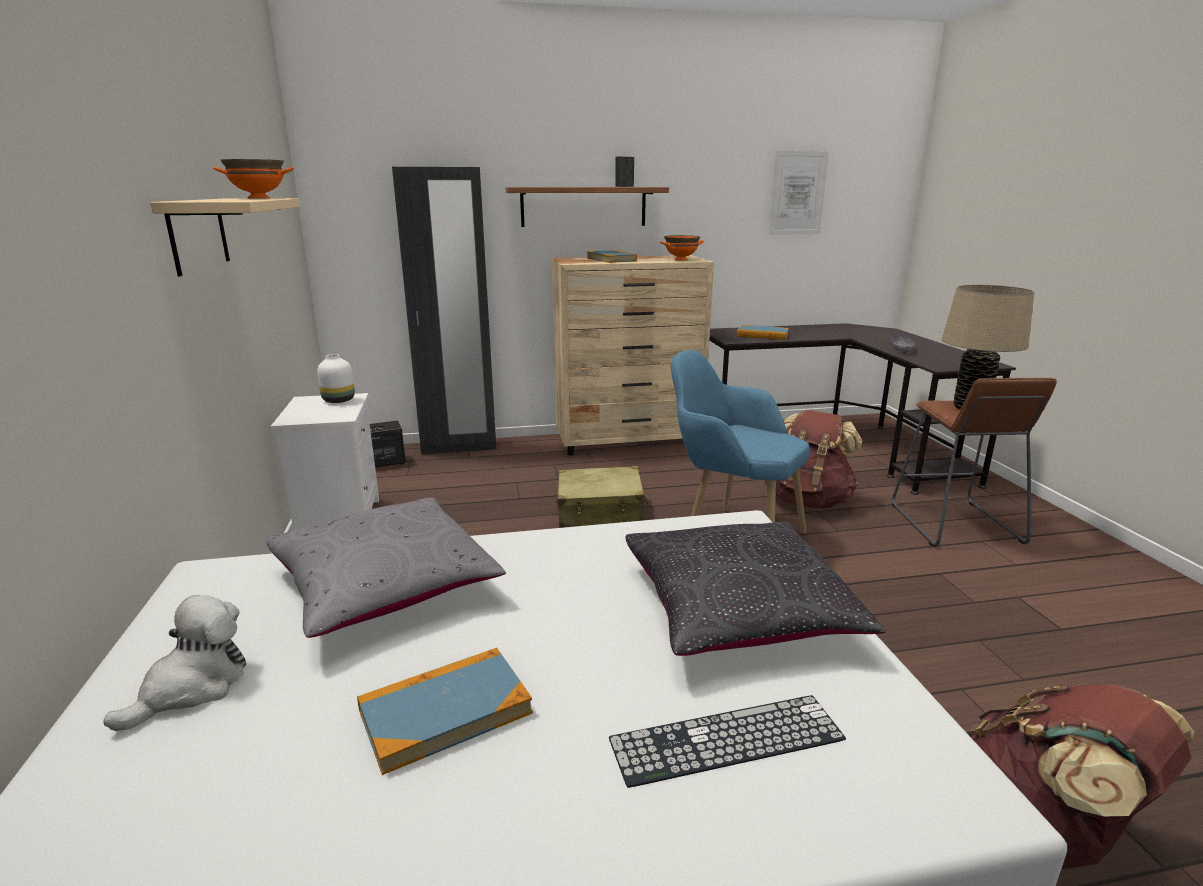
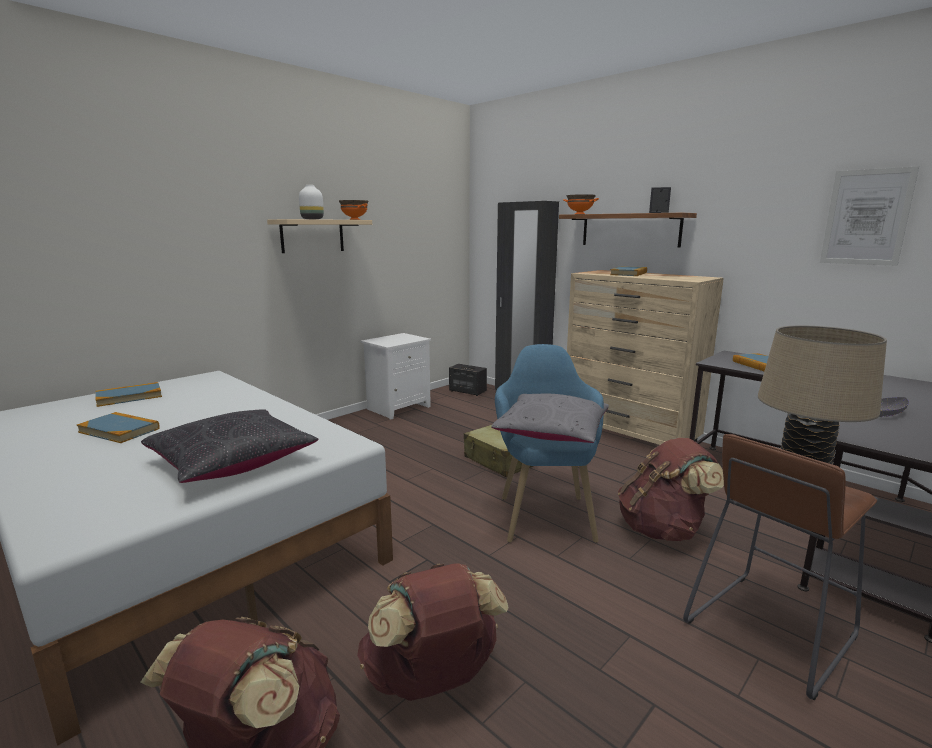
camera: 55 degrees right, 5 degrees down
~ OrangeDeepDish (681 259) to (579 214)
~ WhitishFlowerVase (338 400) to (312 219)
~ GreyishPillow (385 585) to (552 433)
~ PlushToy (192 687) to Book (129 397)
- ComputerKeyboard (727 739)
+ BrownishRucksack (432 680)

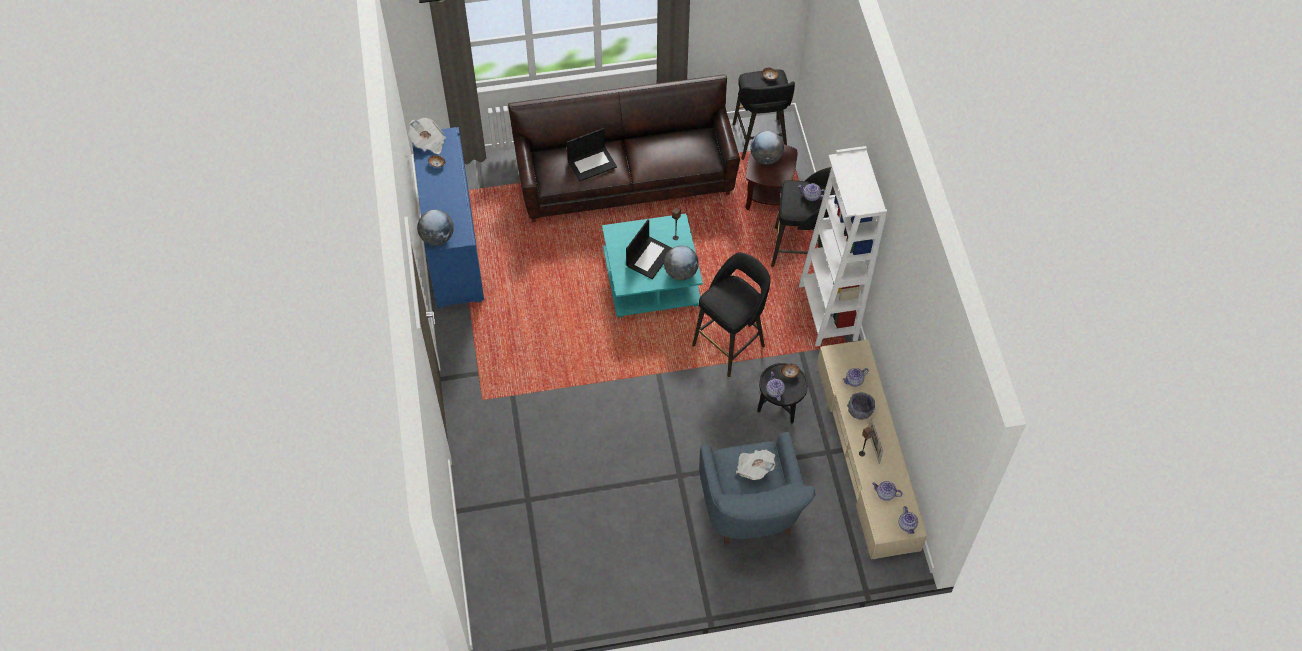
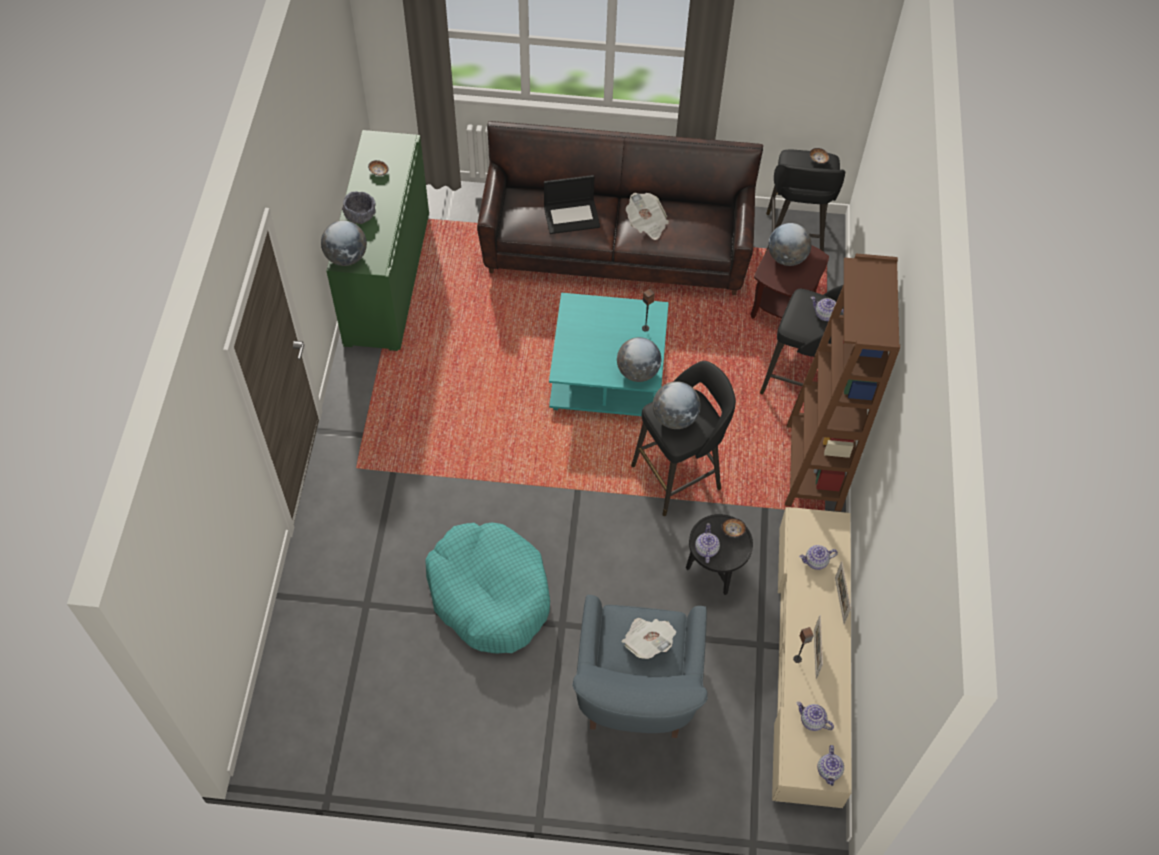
camera: 15 degrees right, 0 degrees up
~ PrintedPaper (428 142) to (646 224)
~ BlueStorageCabinet (453 246) to GreenStorageCabinet (387 278)
~ WhitishBookcase (827 313) to BrownishBookcase (813 467)
- Laptop (649 257)
~ GreyishDeepDish (860 410) to (360 215)
+ Globe (674 418)
+ TurquoiseColouredDogCushion (489 594)
+ StandingFrame (839 600)

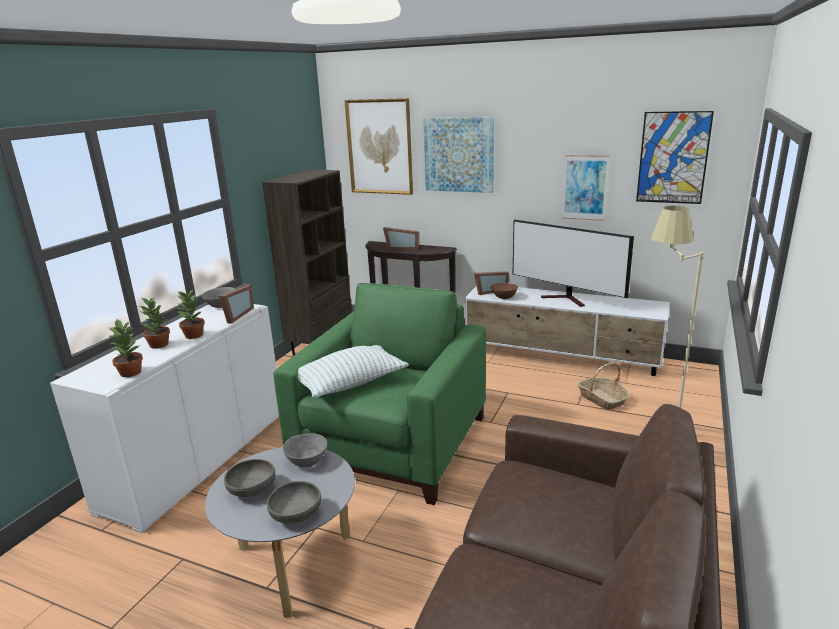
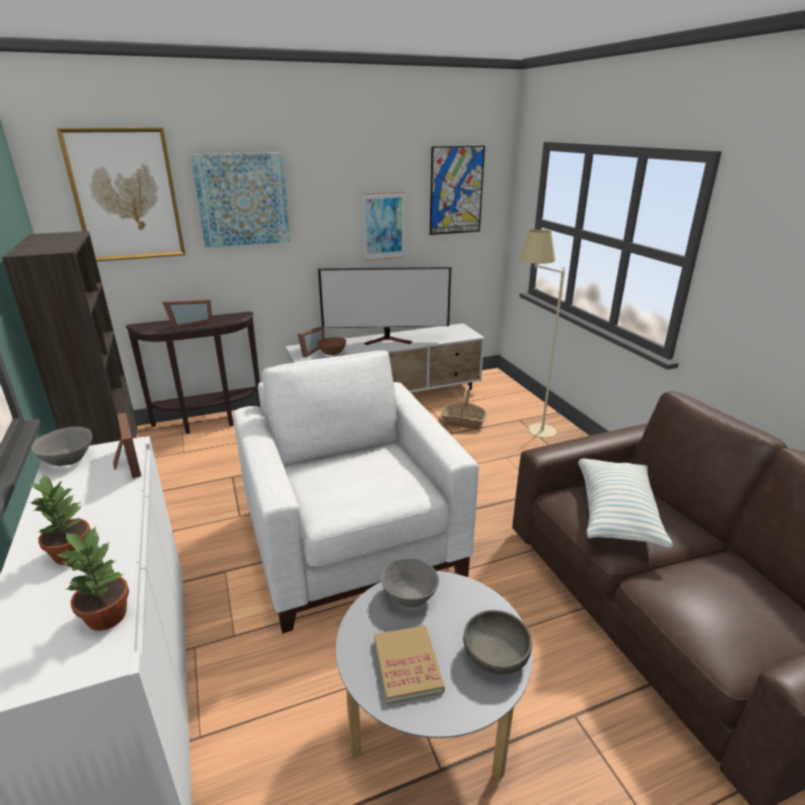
camera: 45 degrees left, 5 degrees up
~ GreenEasyChair (392 444) to WhitishEasyChair (353 543)
- PlantInAPot (193 335)
~ Pillow (350 383) to (616 514)
~ GreyishDeepDish (252 489) to Book (407 665)

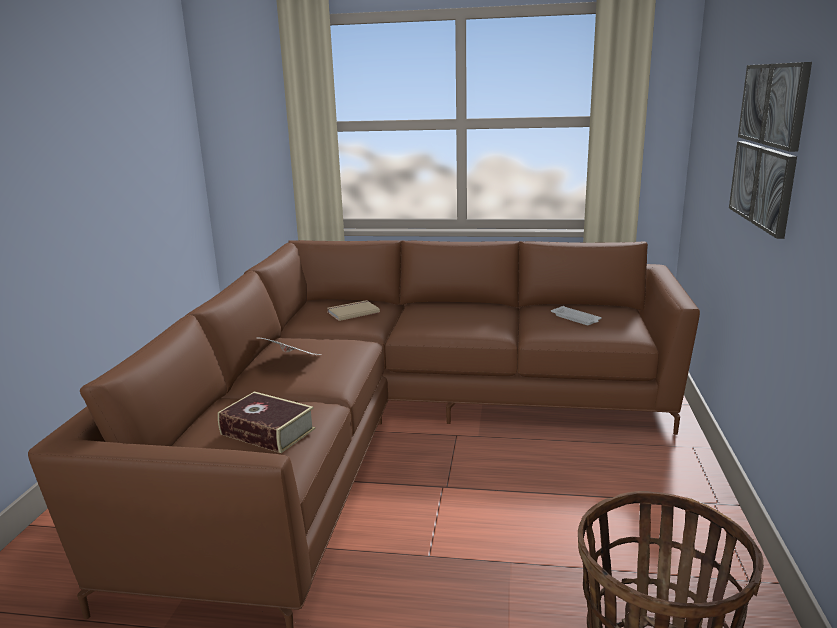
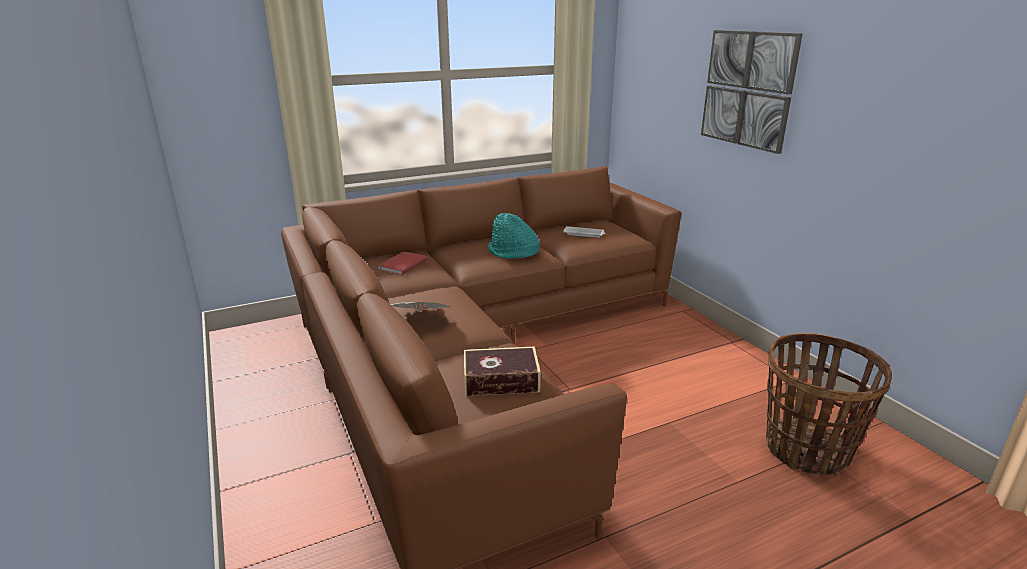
camera: 35 degrees left, 5 degrees up
~ SandColouredBook (352 312) to RedColouredBook (401 264)
+ TurquoiseColouredWearableHat (513 252)

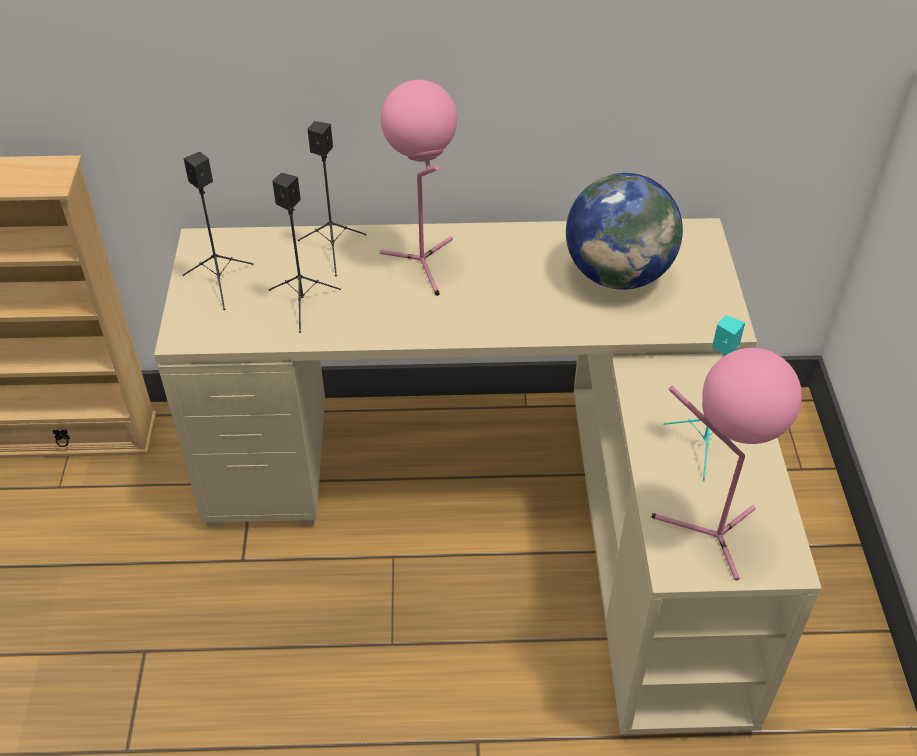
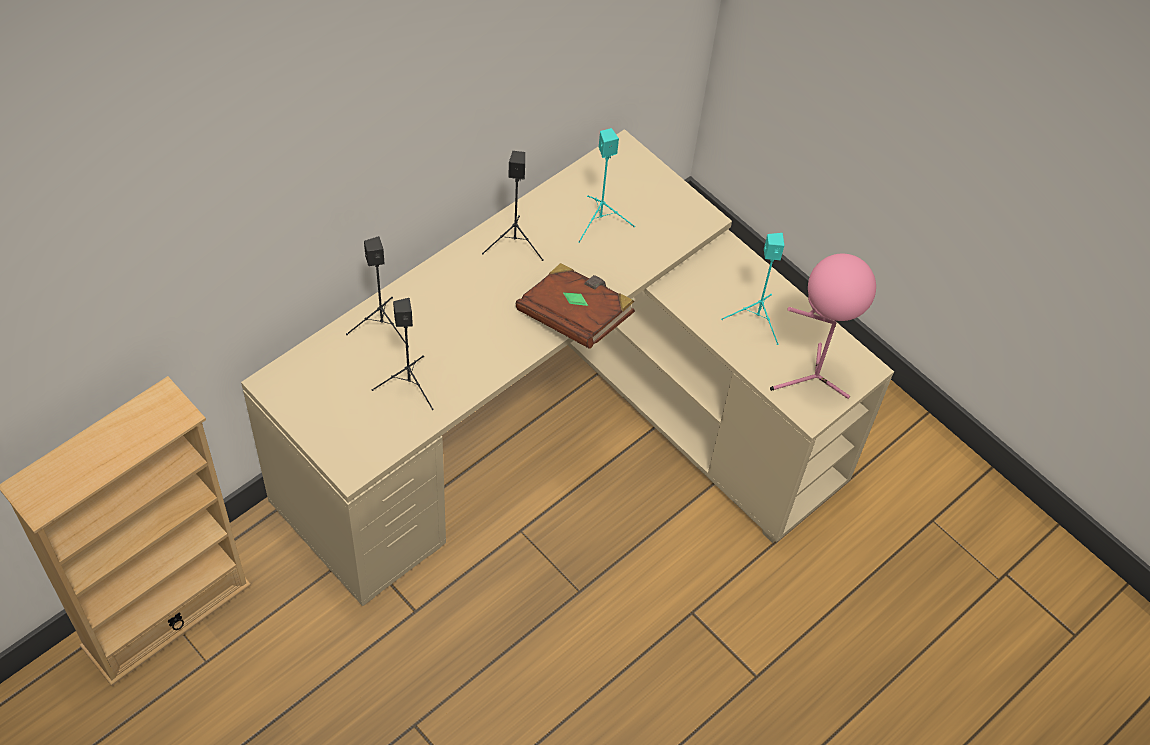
camera: 45 degrees left, 10 degrees up
- PinkishLampForATable (424 264)
~ BlackLoudspeaker (220 283) to (515 243)
~ Globe (618 274) to TurquoiseColouredLoudspeaker (601 221)
+ BrownishBook (575 317)

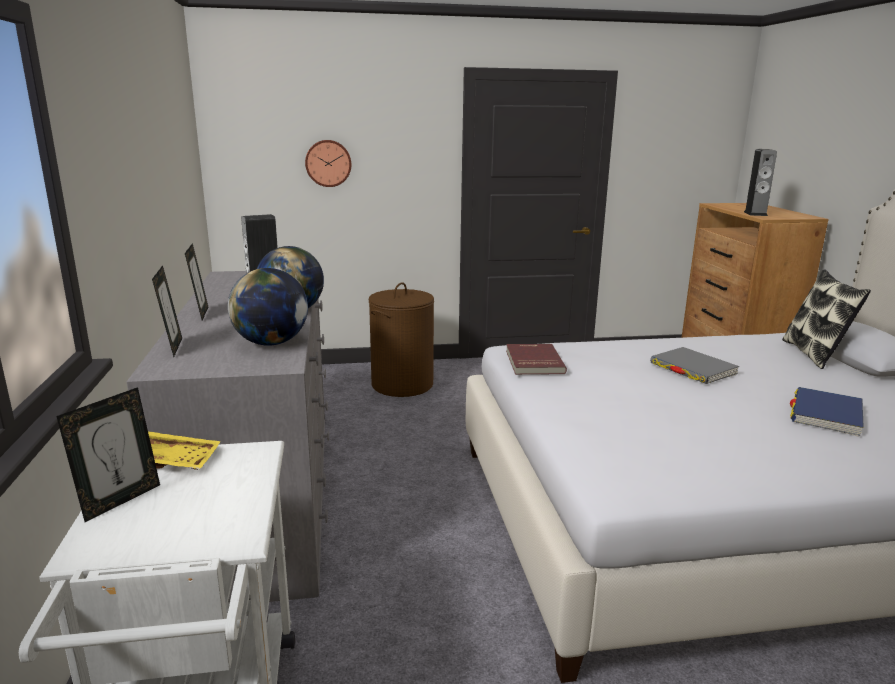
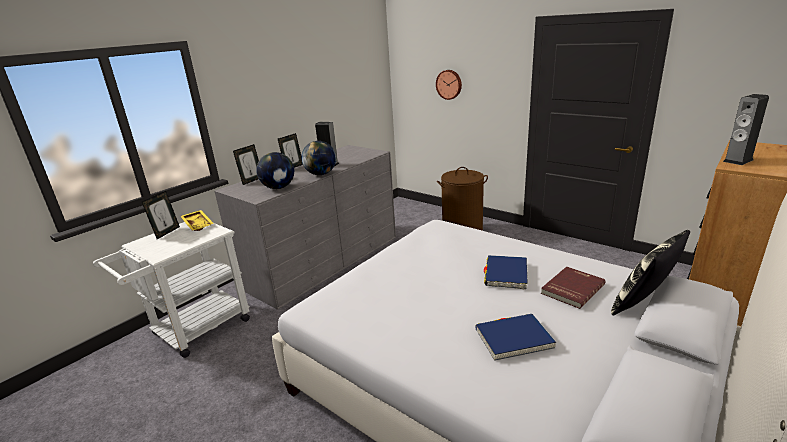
camera: 50 degrees right, 5 degrees up
~ RedColouredBook (533 362) to (571 288)
~ GreyishBook (692 369) to BlueBook (506 274)
~ StandingFrame (120 500) = (166 232) 60 degrees counterclockwise

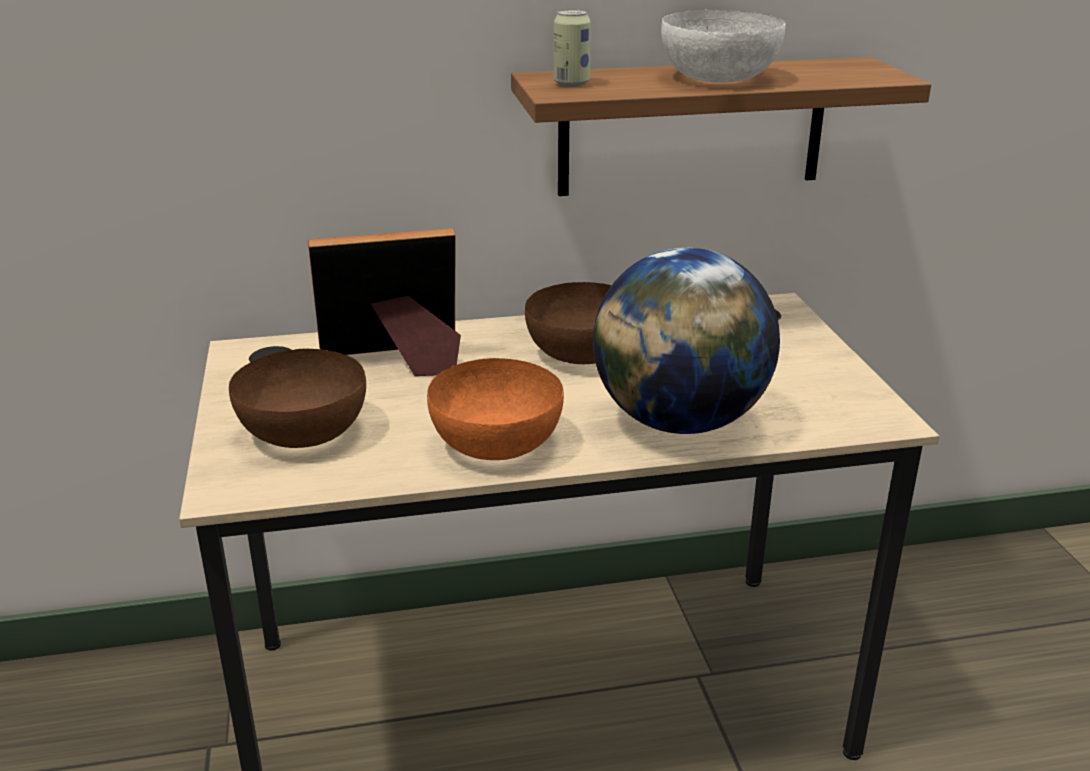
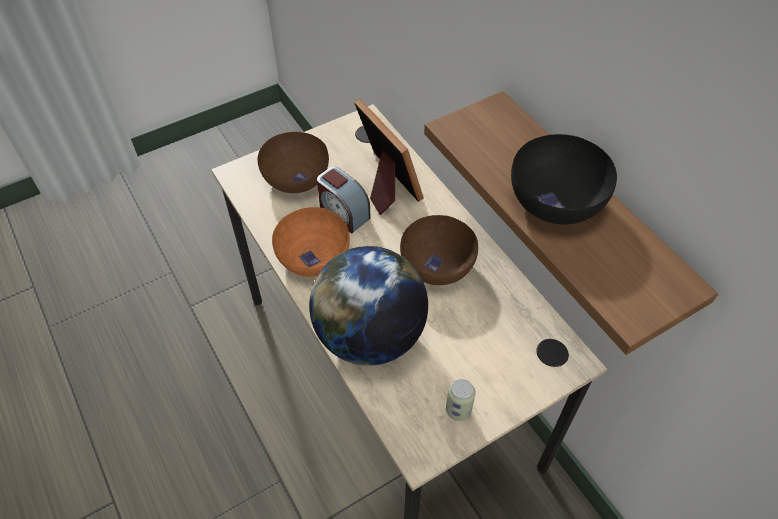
camera: 70 degrees right, 25 degrees up
~ WhitishDeepDish (720 77) to BlackDeepDish (556 202)
~ Can (571 83) to (458 410)
+ BedsideClock (343 213)

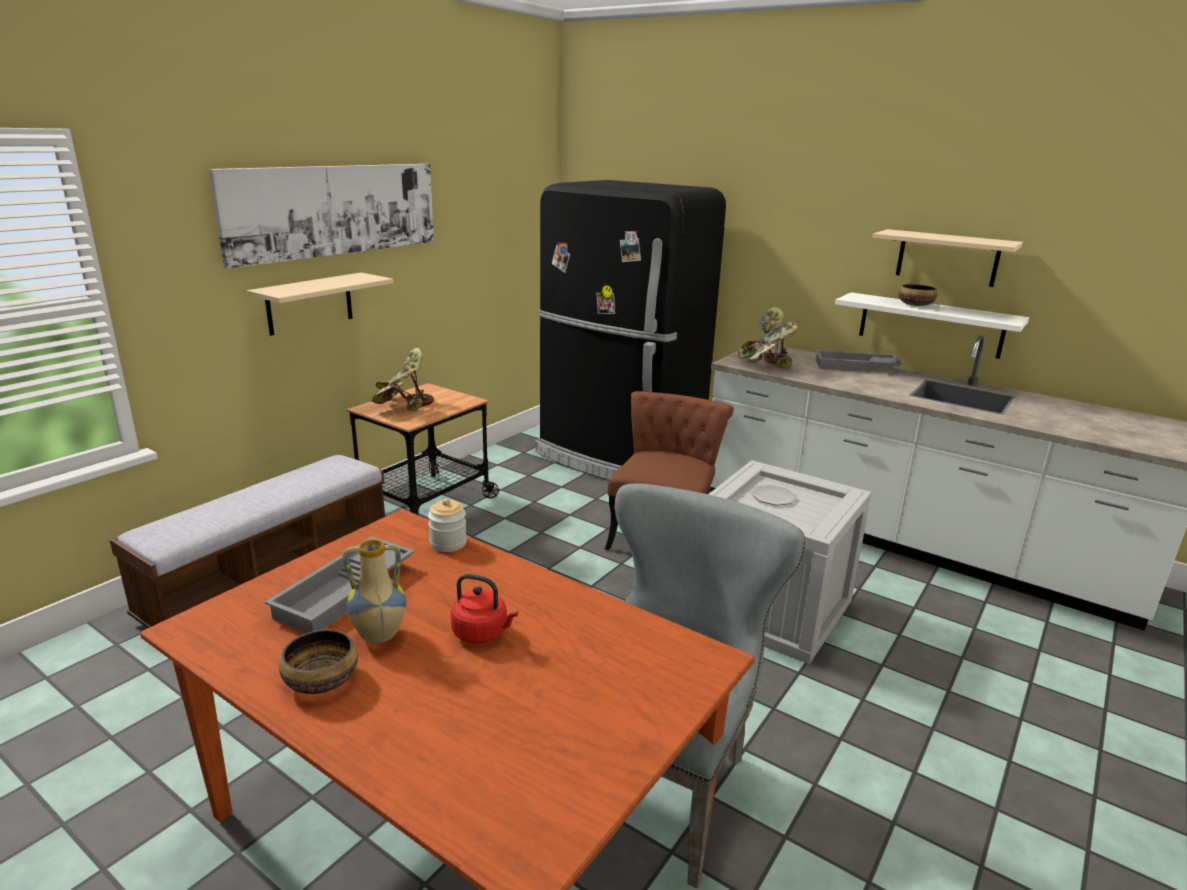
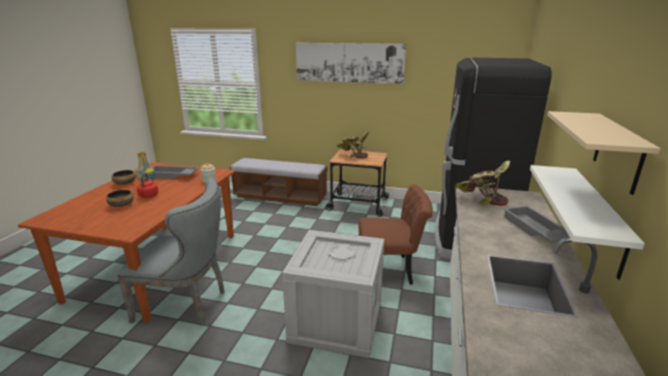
camera: 70 degrees right, 0 degrees up
- SandColouredBracketShelf (310 303)
~ DeepDish (915 305) to (121 204)

